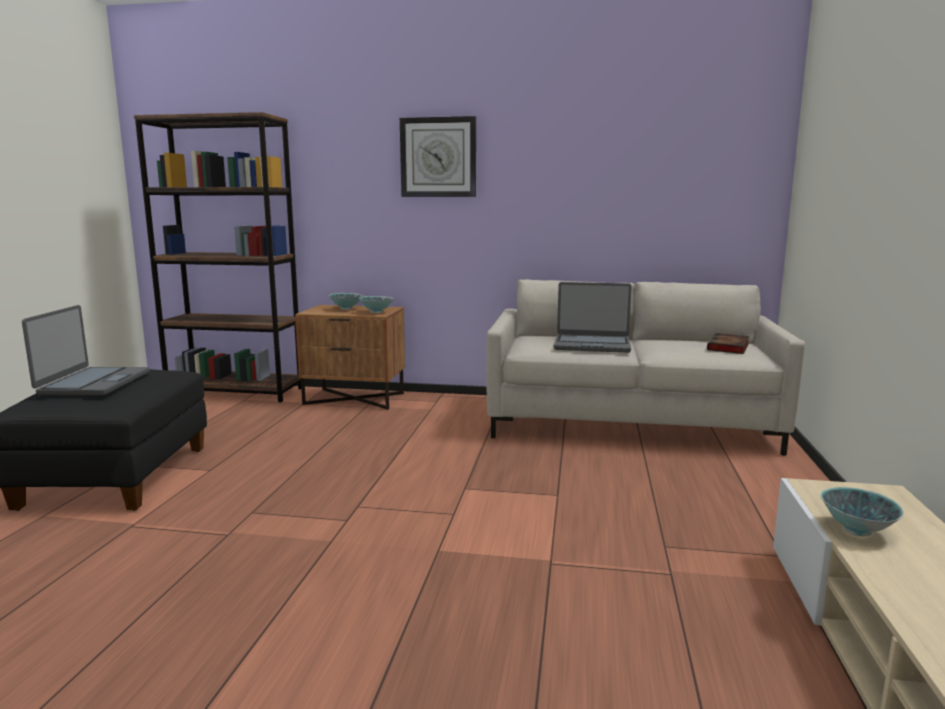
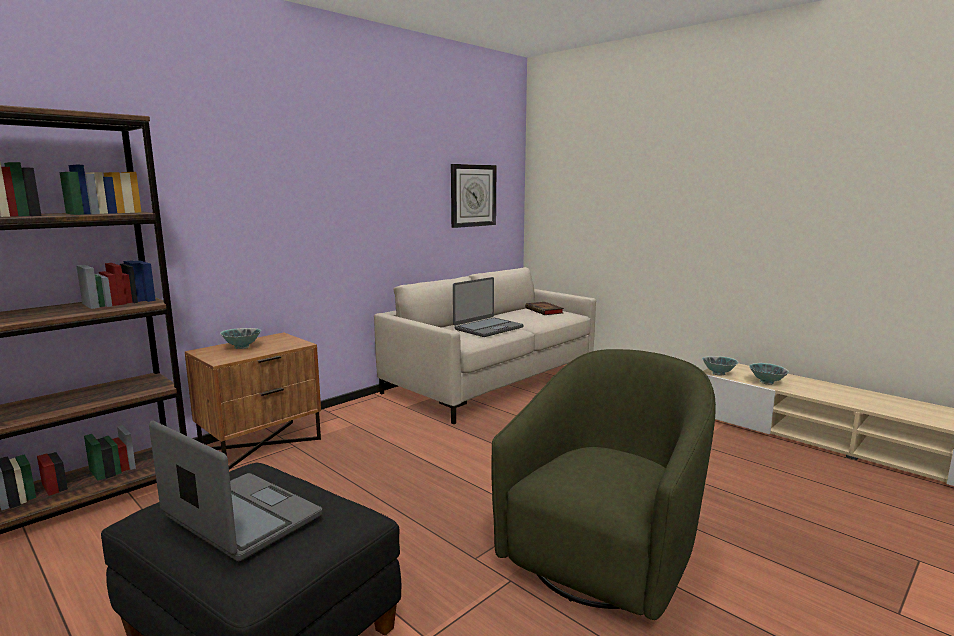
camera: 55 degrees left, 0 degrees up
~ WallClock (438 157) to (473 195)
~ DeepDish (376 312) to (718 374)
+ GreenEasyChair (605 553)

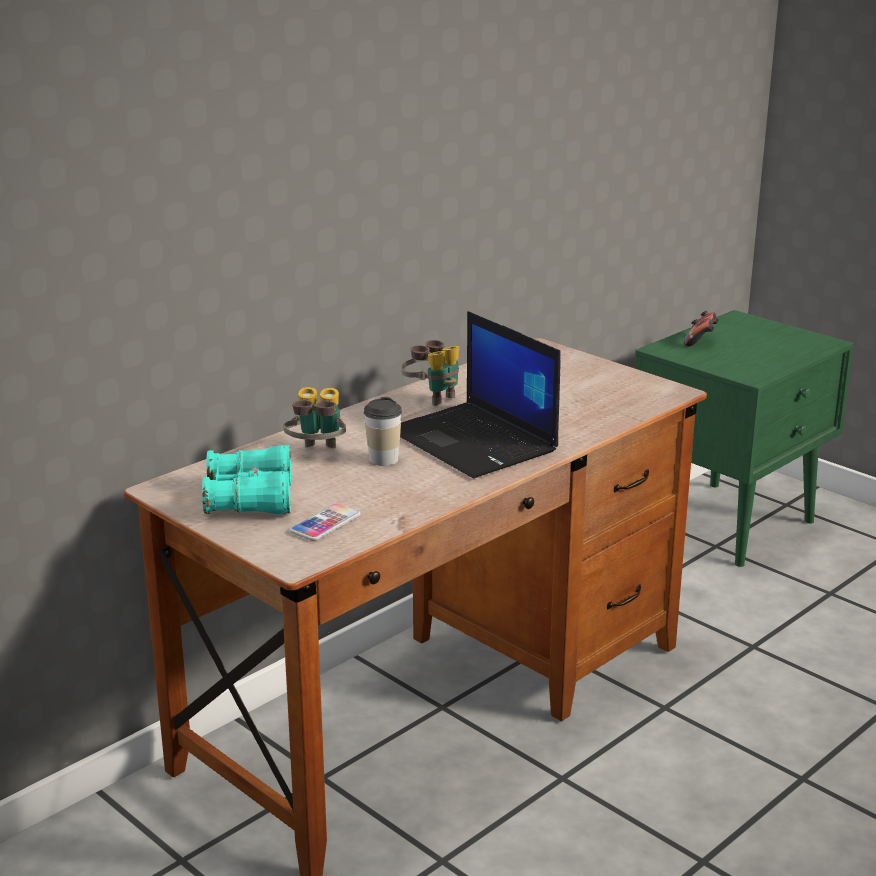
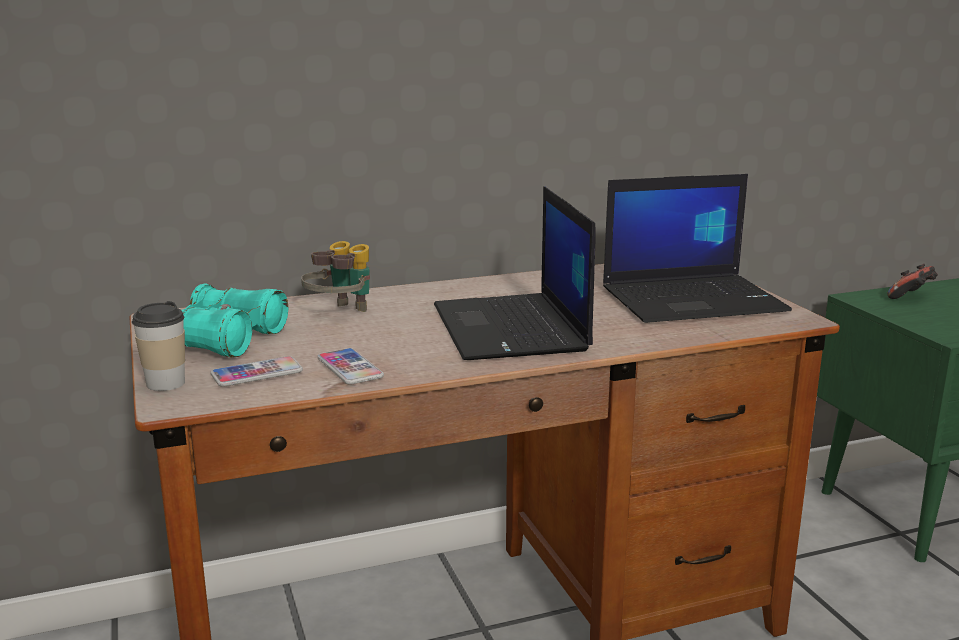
camera: 25 degrees right, 5 degrees down
- FieldGlasses (432 397)
~ SmallCup (383 459) to (165 383)
+ Laptop (694 299)
+ Telephone (350 368)

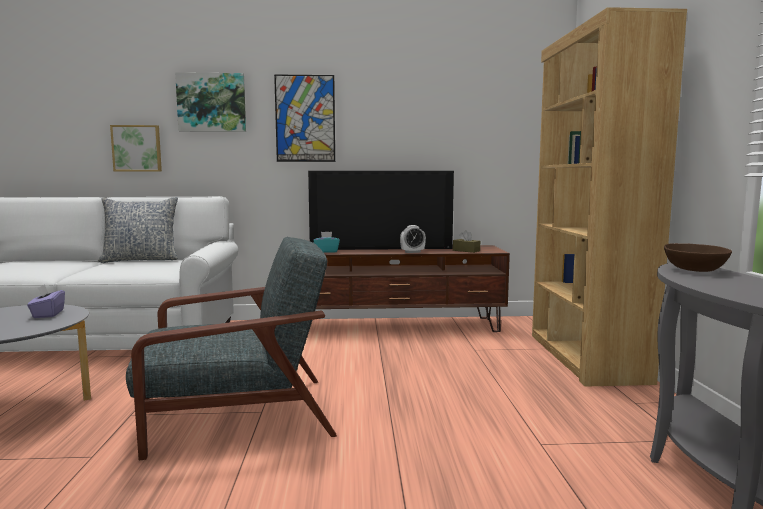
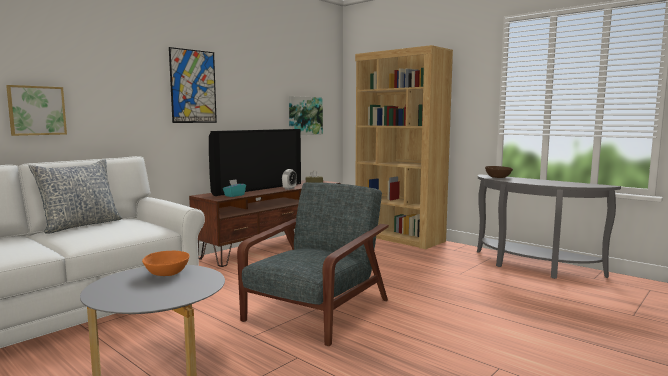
camera: 45 degrees left, 0 degrees up
~ Picture (211 102) to (305 116)
~ PurpleBoxOfTissues (48 314) to OrangeDeepDish (167 273)

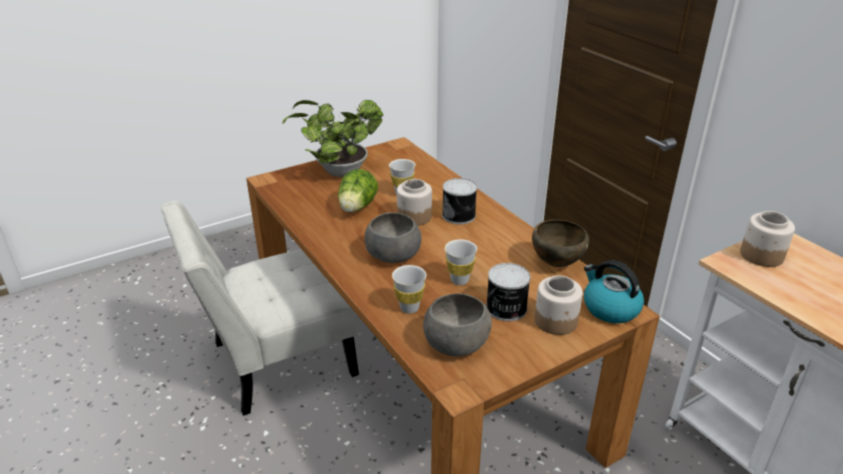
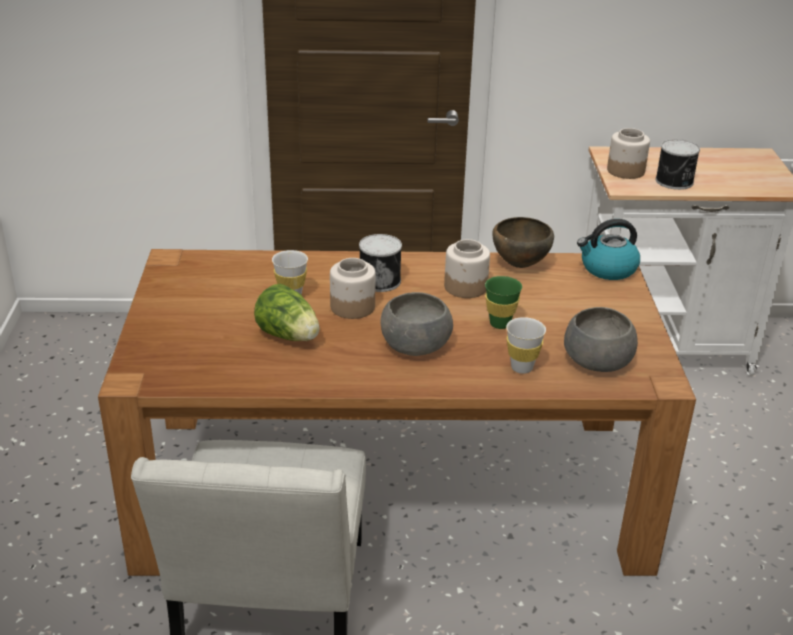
camera: 60 degrees left, 0 degrees up
- PlantInAPot (338 172)
~ WhitishSmallCup (459 280) to GreenSmallCup (500 324)
~ Can (506 308) to (675 181)
~ PreserveJar (556 321) to (466 287)

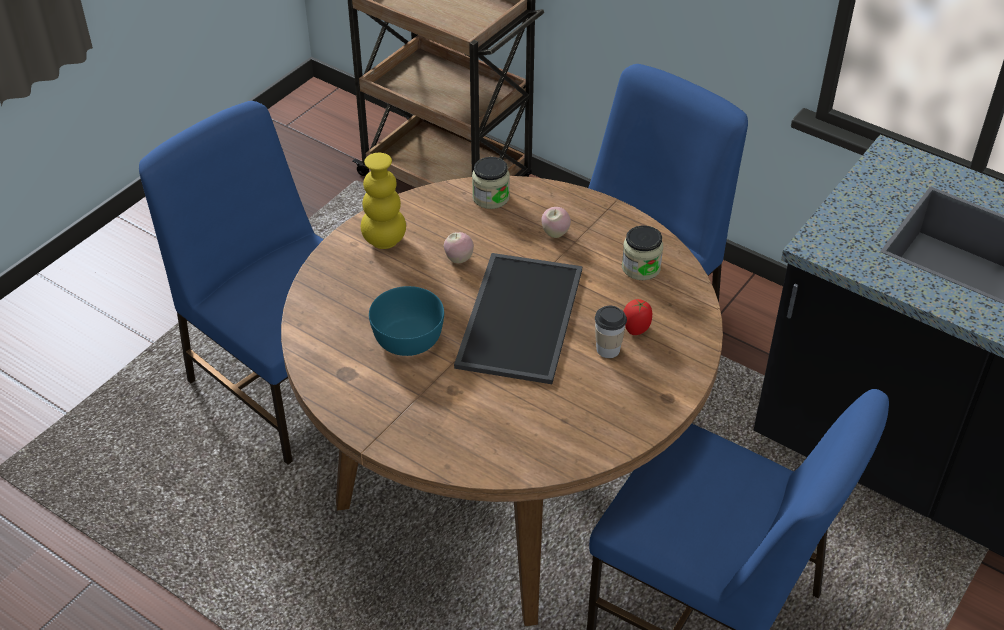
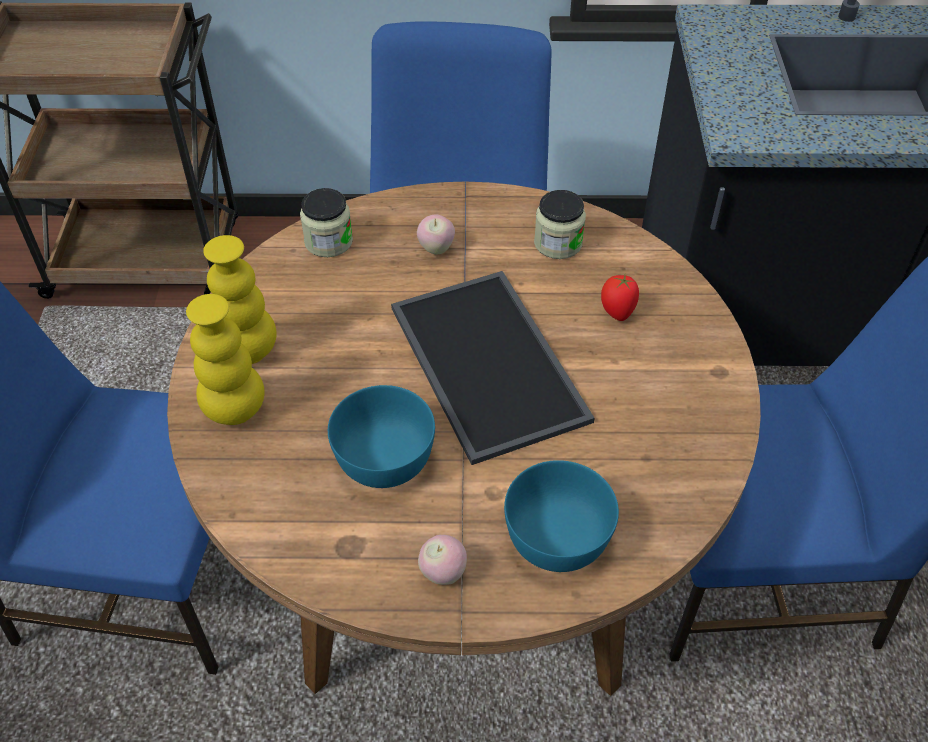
camera: 35 degrees left, 5 degrees up
~ AppleFruit (459 259) to (443 573)
- SmallCup (608 349)
+ YellowishFlowerVase (235 410)
+ TurquoiseColouredDeepDish (559 536)

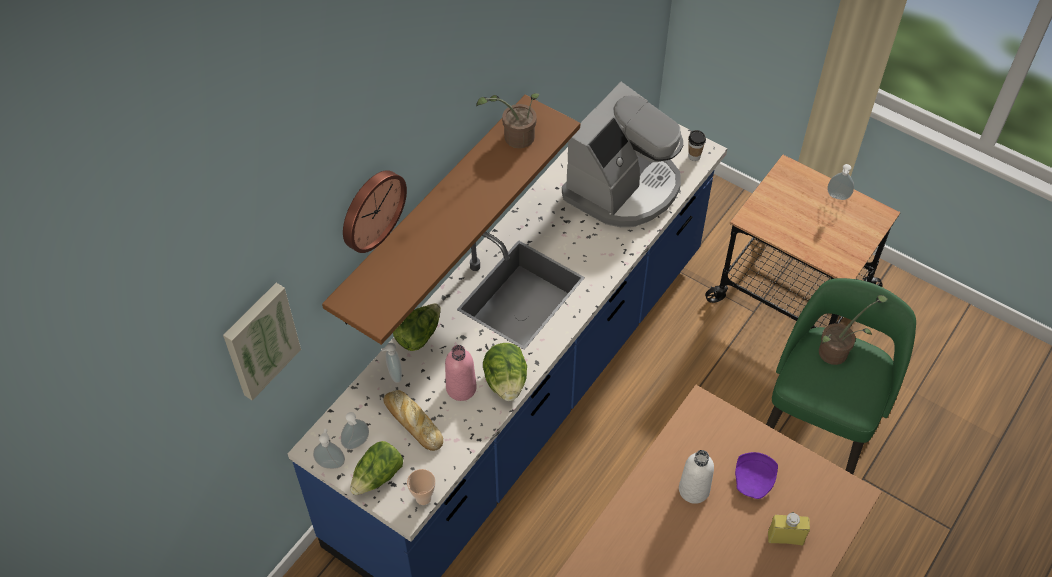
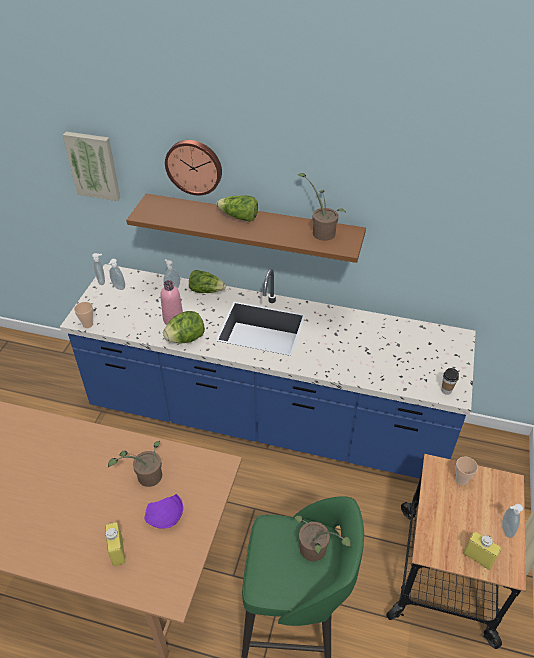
camera: 70 degrees right, 10 degrees down
- CoffeeMachine (623 188)
- BakeryBread (412 422)
~ Lettuce (378 476) to (239 217)
~ WhitishDrinkBottle (694 490) to PlantInAPot (146 477)
+ SmallCup (461 480)
+ YellowishDrinkBottle (478 558)

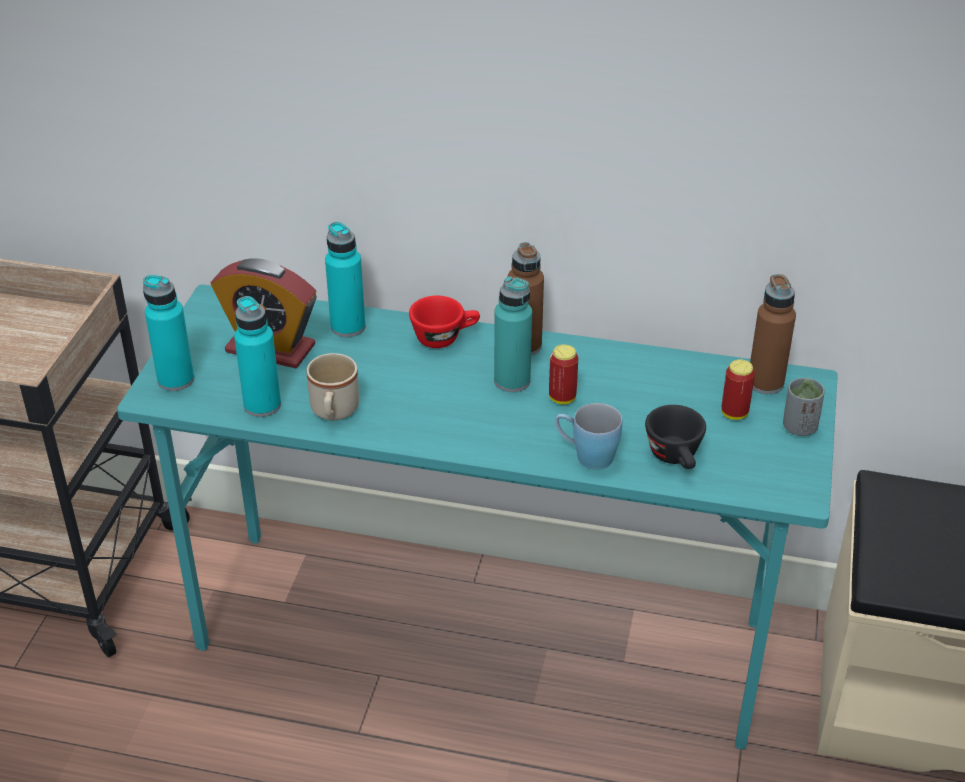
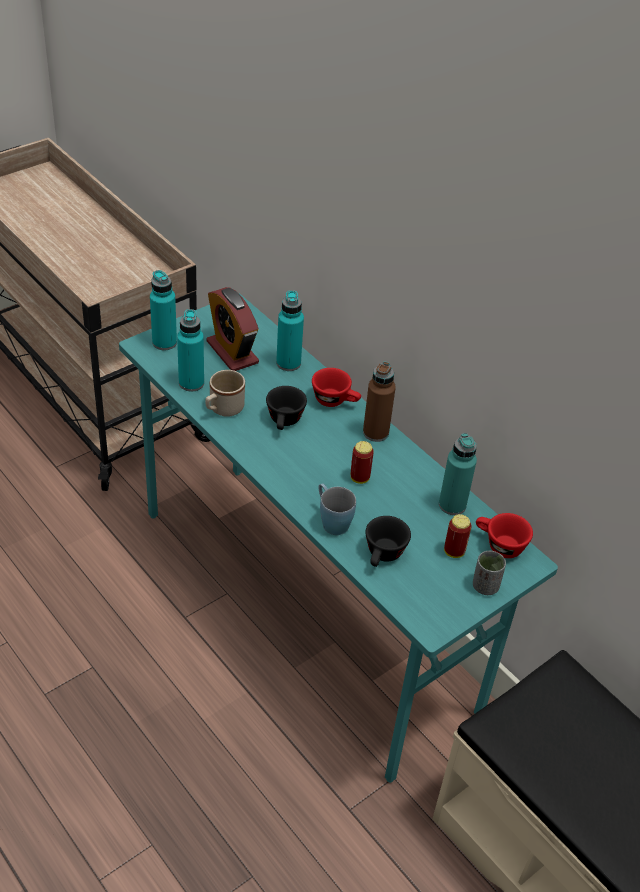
camera: 35 degrees right, 5 degrees up
~ BrownishDrinkBottle (765 383) to RedColouredSmallCup (499 545)
~ TurquoiseColouredDrinkBottle (512 381) to (452 505)
+ BlackSmallCup (285 422)

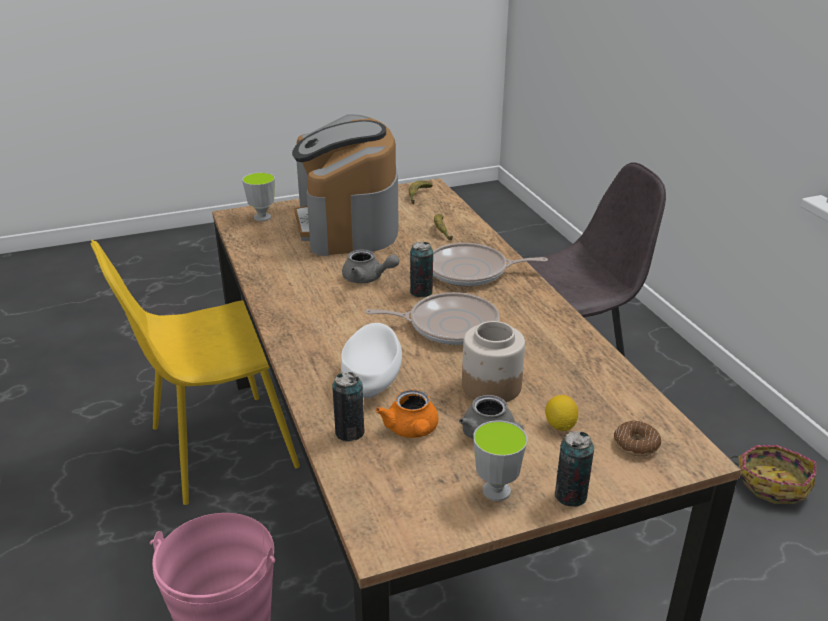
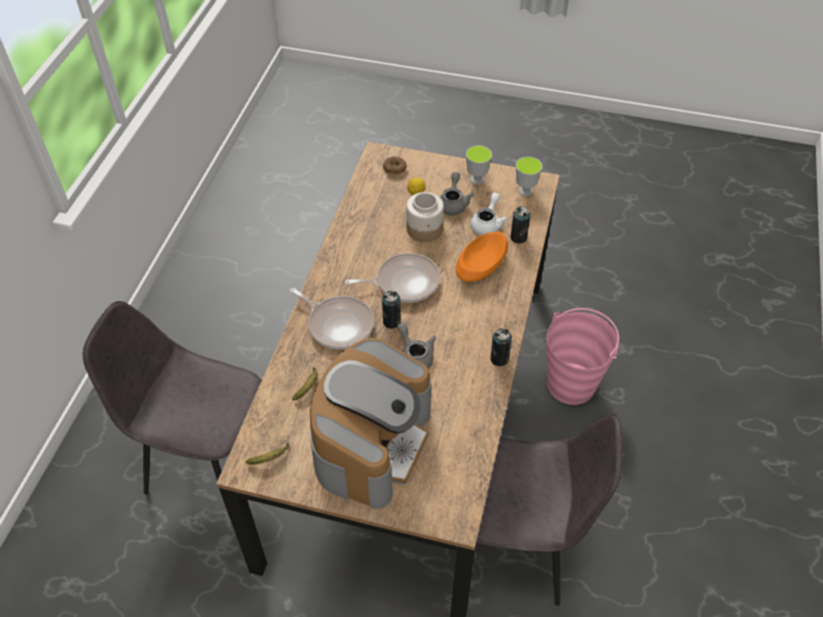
camera: 145 degrees left, 20 degrees up
~ SmallCup (262 217) to (525 191)
~ YellowishPlainChair (219 448) to GreyishPlainChair (515 544)
~ Pan (448 325) = (404 282) 135 degrees clockwise
~ WhitishDeepDish (372 377) to OrangeDeepDish (481 265)
~ OrangeTeaPot (412 431) to WhitishTeaPot (487 224)
~ Can (570 496) to (499 359)
- HouseholdBasket (772 483)

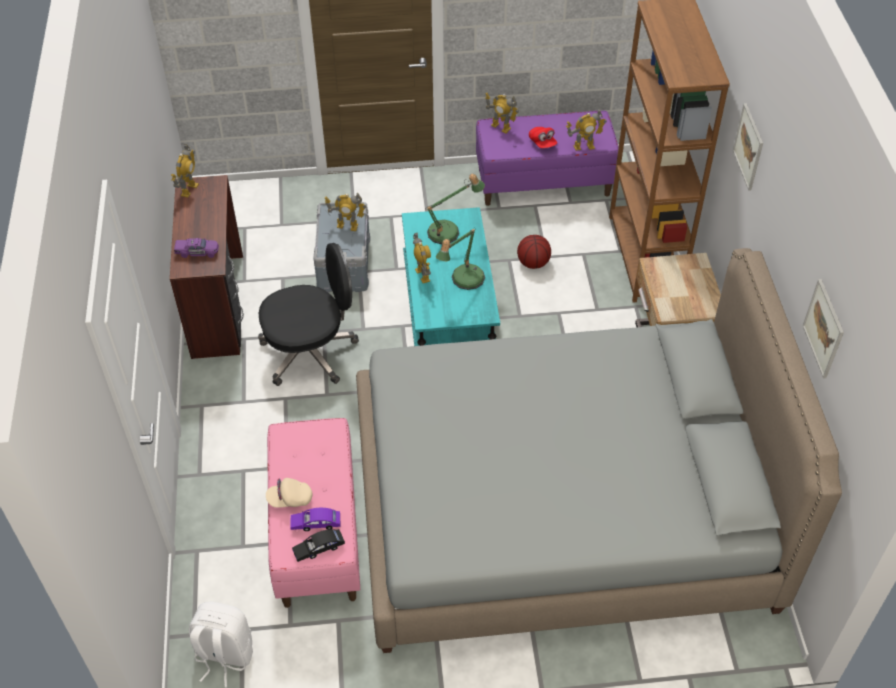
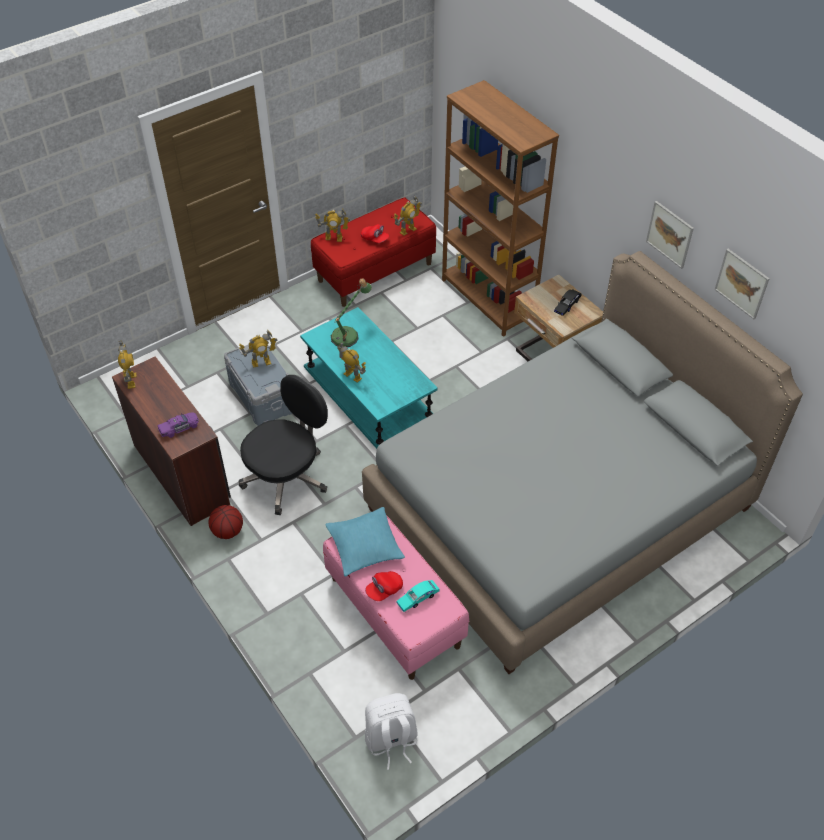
camera: 30 degrees left, 0 degrees up
~ Picture (748 146) to (670 234)
~ PurpleIndoorBench (543 182) to RedColouredIndoorBench (375 272)
- LampForATable (463 281)
~ Basketball (533 263) to (228 531)
~ SandColouredBaseballCap (290 499) to RedColouredBaseballCap (384 590)
~ PurpleModelCar (315 523) to TurquoiseColouredModelCar (418 598)
~ BlackModelCar (319 548) to (567 305)
+ TurquoiseColouredPillow (365 546)

